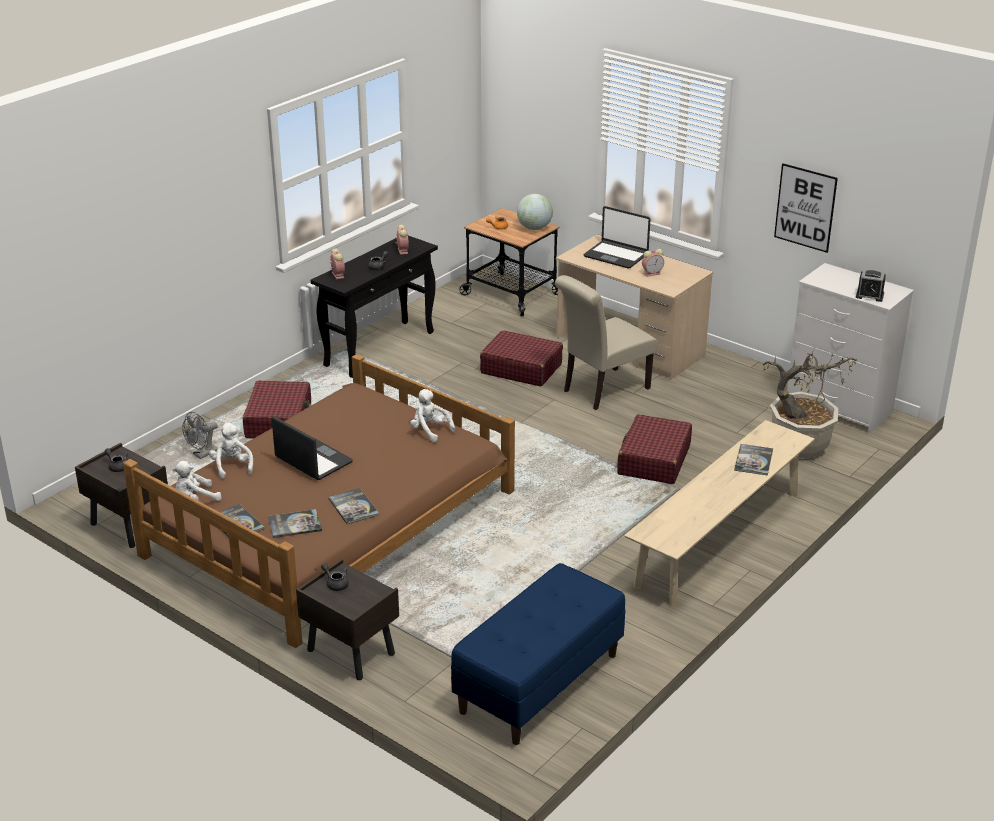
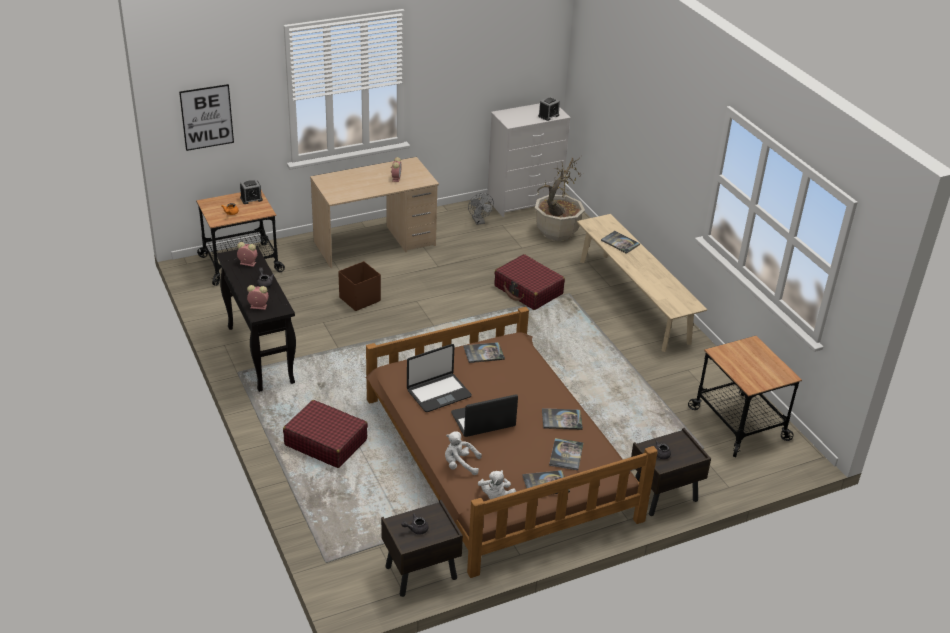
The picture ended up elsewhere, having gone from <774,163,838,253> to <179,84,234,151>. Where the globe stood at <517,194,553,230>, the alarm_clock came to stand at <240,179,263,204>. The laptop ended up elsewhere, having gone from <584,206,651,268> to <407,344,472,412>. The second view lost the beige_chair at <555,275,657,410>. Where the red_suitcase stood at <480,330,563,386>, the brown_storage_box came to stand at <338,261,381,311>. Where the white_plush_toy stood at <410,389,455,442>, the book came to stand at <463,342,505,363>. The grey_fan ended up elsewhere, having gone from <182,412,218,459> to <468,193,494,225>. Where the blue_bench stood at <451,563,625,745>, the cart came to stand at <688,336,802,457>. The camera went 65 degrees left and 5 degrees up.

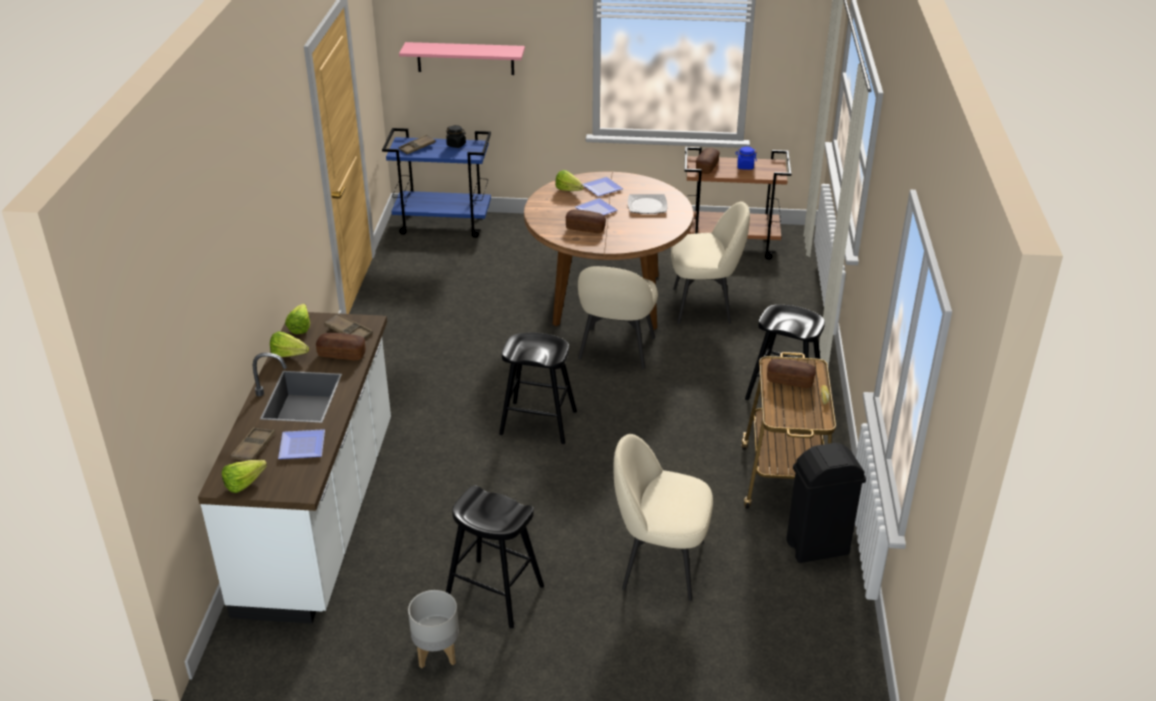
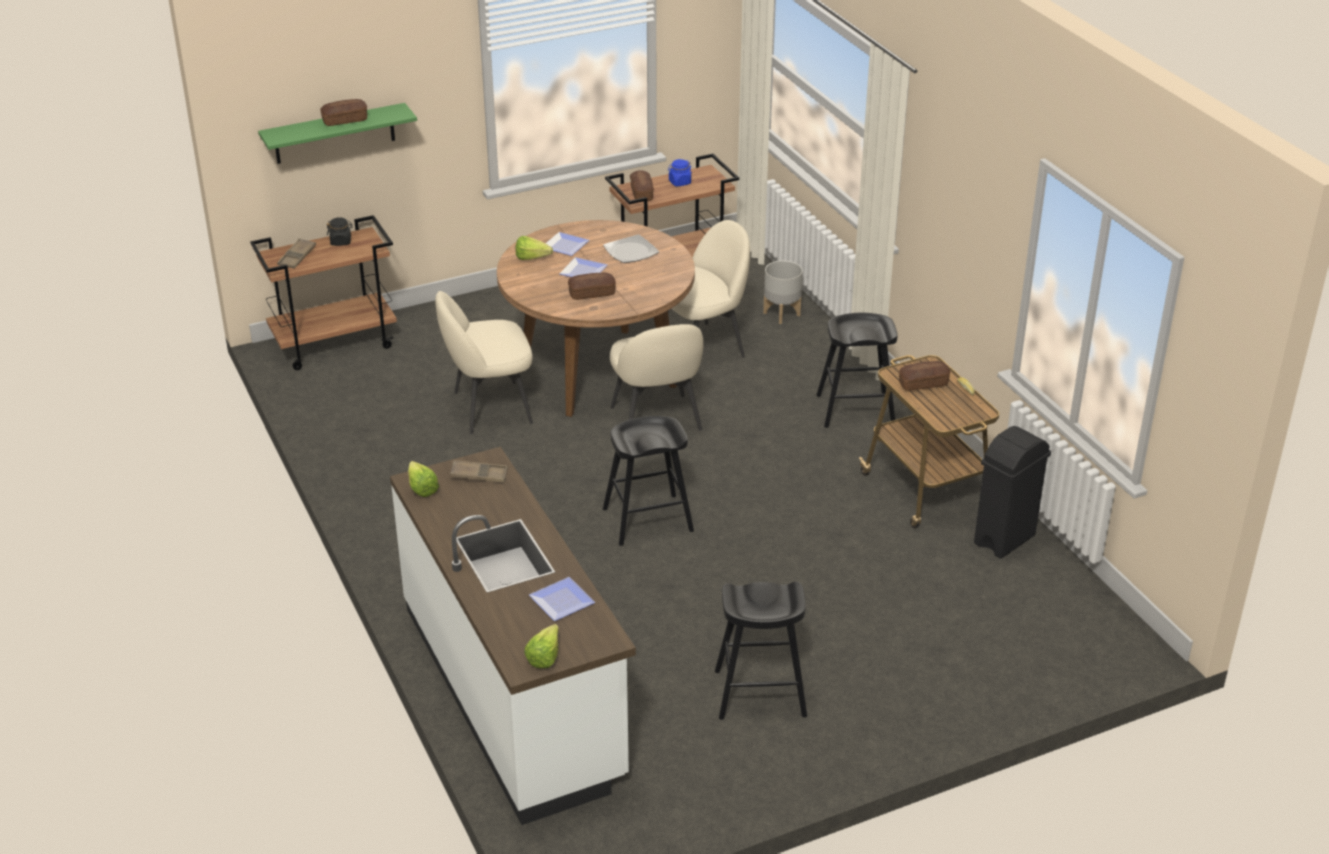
What was the pink_shelf at <399,42,525,75> turned into the green_shelf at <258,103,417,164>. What was the blue_cart at <382,128,491,238> turned into the brown_cart at <250,215,397,370>. The second view lost the lettuce at <270,331,309,357>. The bread ended up elsewhere, having gone from <316,333,366,360> to <320,99,367,126>. The second view lost the brown_tray at <230,427,275,461>. The beige_chair ended up elsewhere, having gone from <614,434,713,601> to <435,291,533,434>. The grey_planter ended up elsewhere, having gone from <408,590,459,668> to <763,260,803,324>. The camera went 30 degrees left and 0 degrees up.

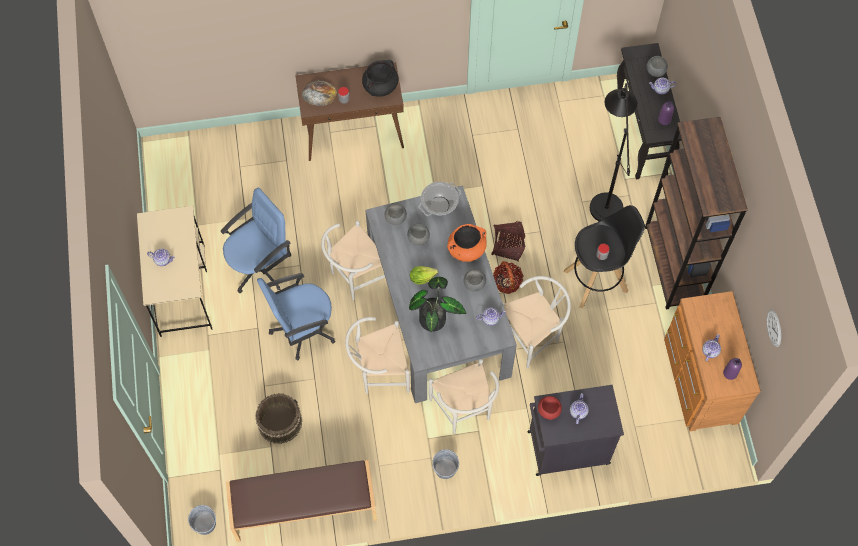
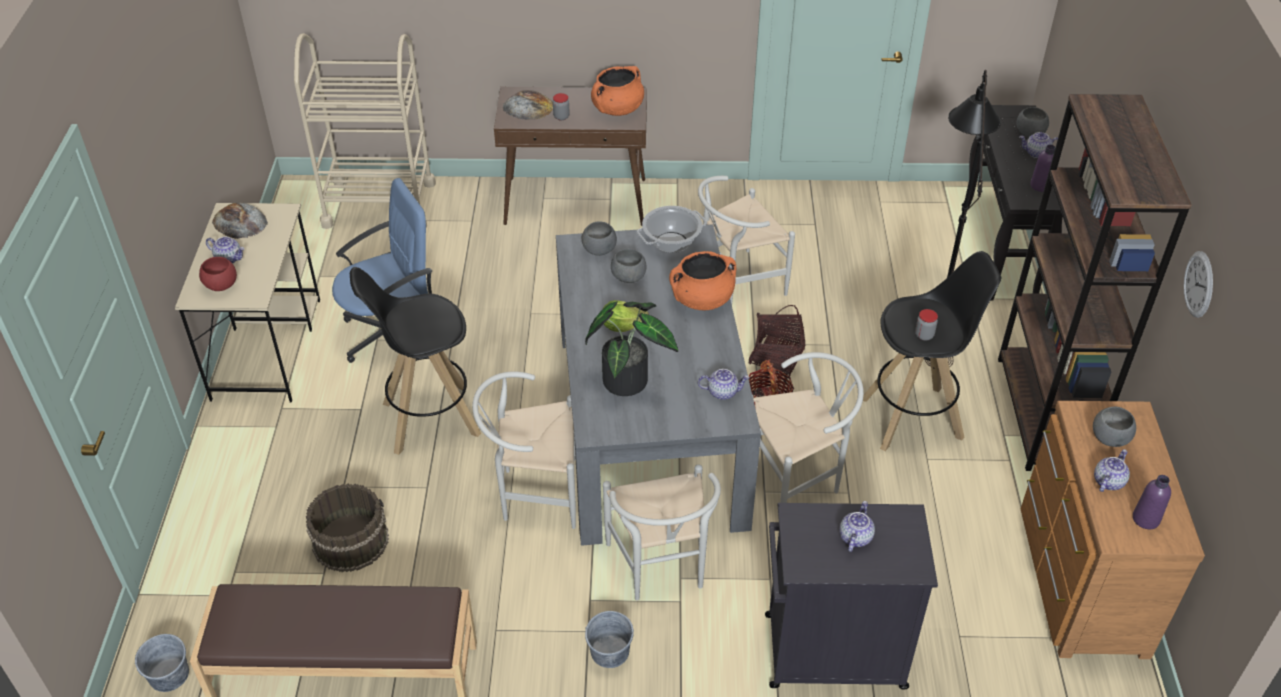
What was the black_cooking_pot at <362,60,398,97> turned into the orange_cooking_pot at <591,66,644,116>. The white_chair ended up elsewhere, having gone from <321,221,385,300> to <698,176,795,304>. The grey_bowl ended up elsewhere, having gone from <464,269,486,292> to <1093,407,1136,447>. Where the blue_office_chair stood at <257,273,335,360>, the black_stool came to stand at <350,267,481,455>. The wall_clock ended up elsewhere, having gone from <767,309,781,347> to <1184,251,1213,318>. The red_bowl ended up elsewhere, having gone from <538,396,562,420> to <199,257,237,291>. The second view gained the beige_cart at <294,33,436,229>. The second view gained the bread at <212,203,268,239>. The camera went 10 degrees right and 20 degrees down.

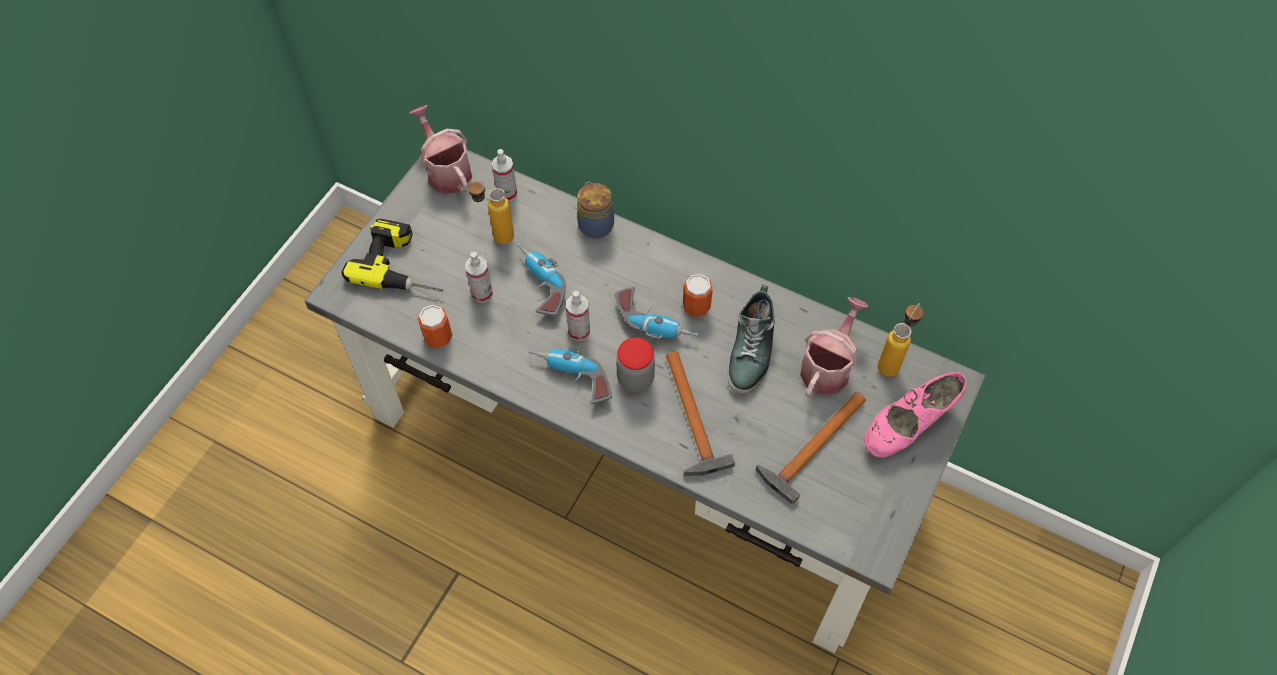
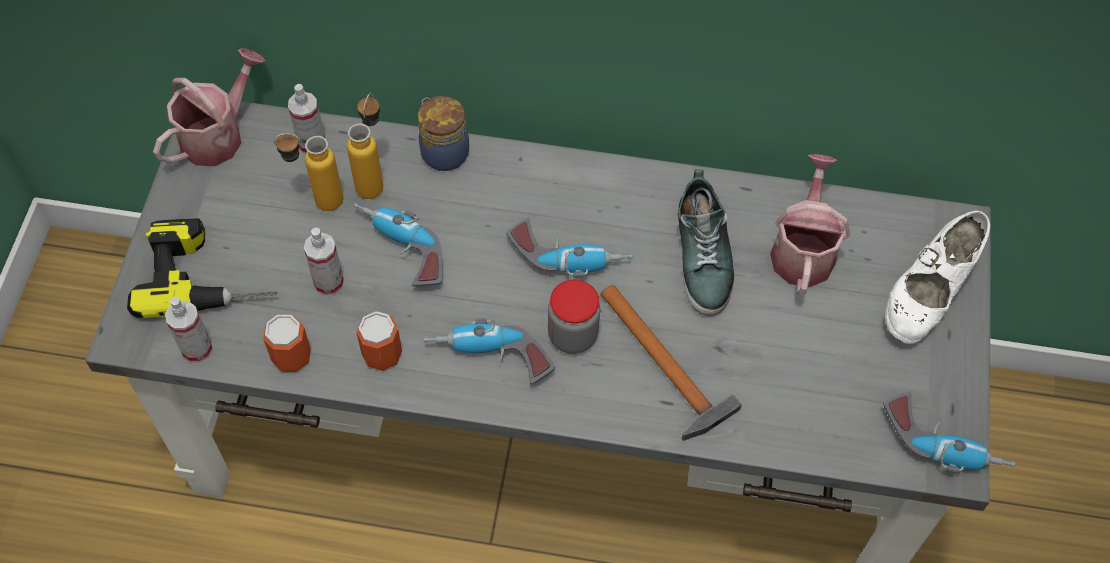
The watering_can at <409,105,472,193> ended up facing another way, 90 degrees clockwise from before. The can ended up elsewhere, having gone from <683,274,713,317> to <356,311,402,371>. The spray_bottle ended up elsewhere, having gone from <566,291,590,341> to <165,297,213,363>. The bottle ended up elsewhere, having gone from <877,303,923,377> to <347,93,383,199>. What was the pink_shoe at <864,372,967,458> turned into the white_shoe at <885,211,990,344>. The second view lost the hammer at <756,392,866,505>. The second view gained the power_drill at <883,392,1016,473>. The camera went 20 degrees left and 0 degrees up.

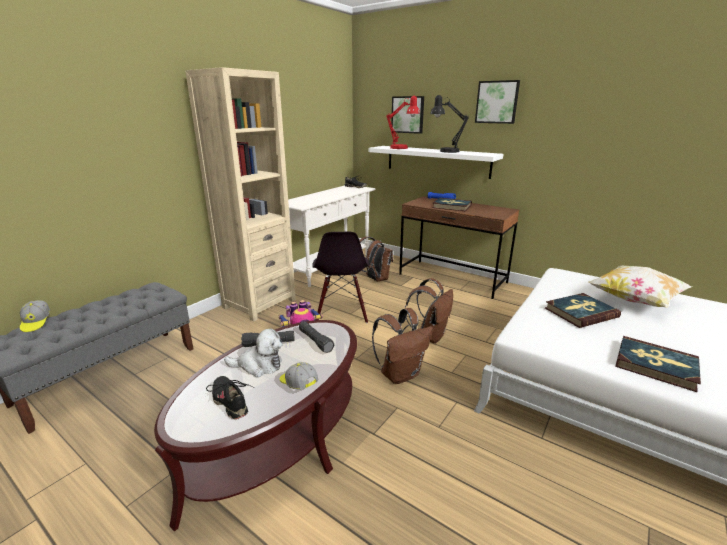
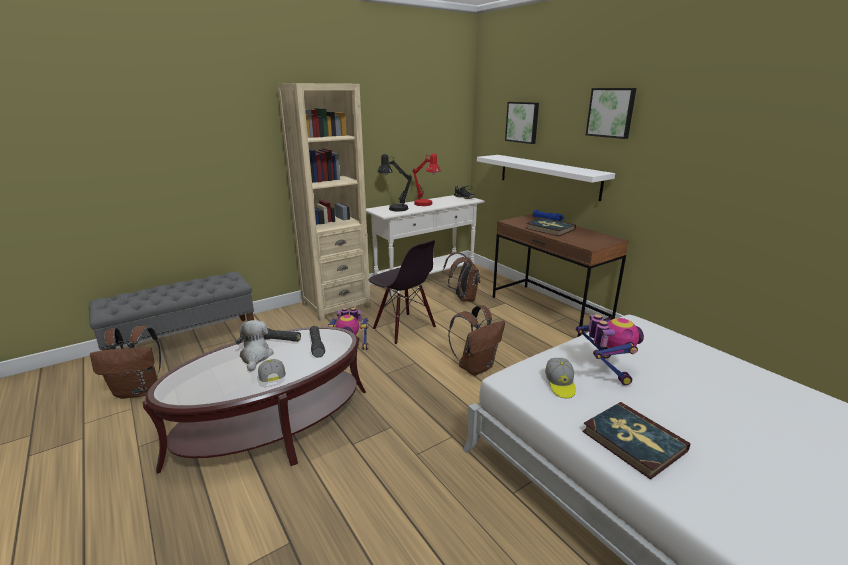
The black_table_lamp ended up elsewhere, having gone from <430,95,469,153> to <378,154,412,212>. The red_table_lamp ended up elsewhere, having gone from <386,96,420,149> to <412,153,441,206>. The black_chair at <312,232,369,323> ended up facing another way, 60 degrees counterclockwise from before. The second view lost the pillow at <588,266,692,308>. Where the book stood at <545,293,621,328>, the toy_robot came to stand at <576,314,644,385>. The cap ended up elsewhere, having gone from <20,300,50,332> to <545,358,576,398>. The brown_backpack ended up elsewhere, having gone from <372,308,433,384> to <90,325,161,399>. The plush_toy at <224,329,283,377> ended up facing another way, 120 degrees counterclockwise from before. The second view lost the black_shoe at <206,376,254,419>. The camera went 20 degrees right and 0 degrees up.

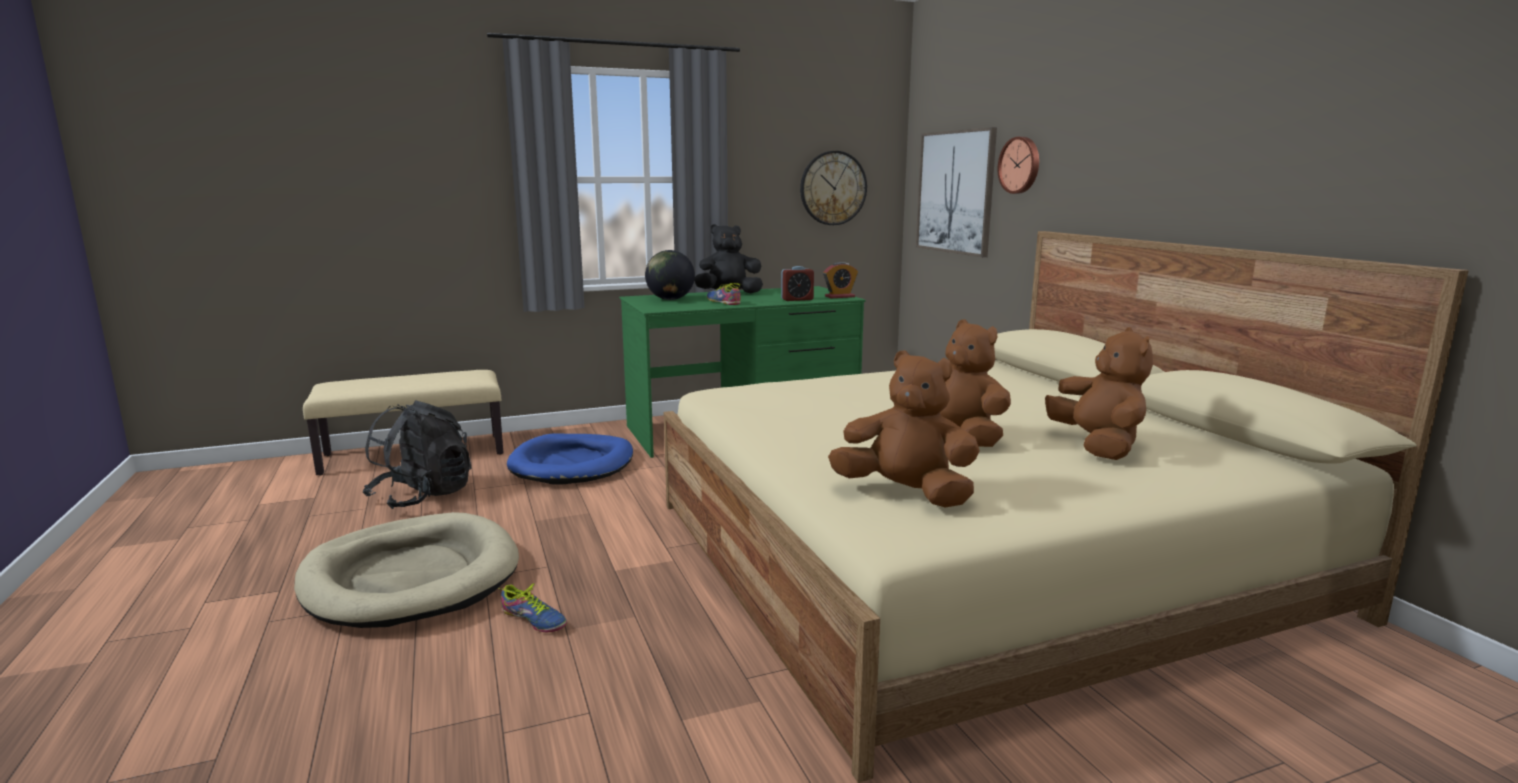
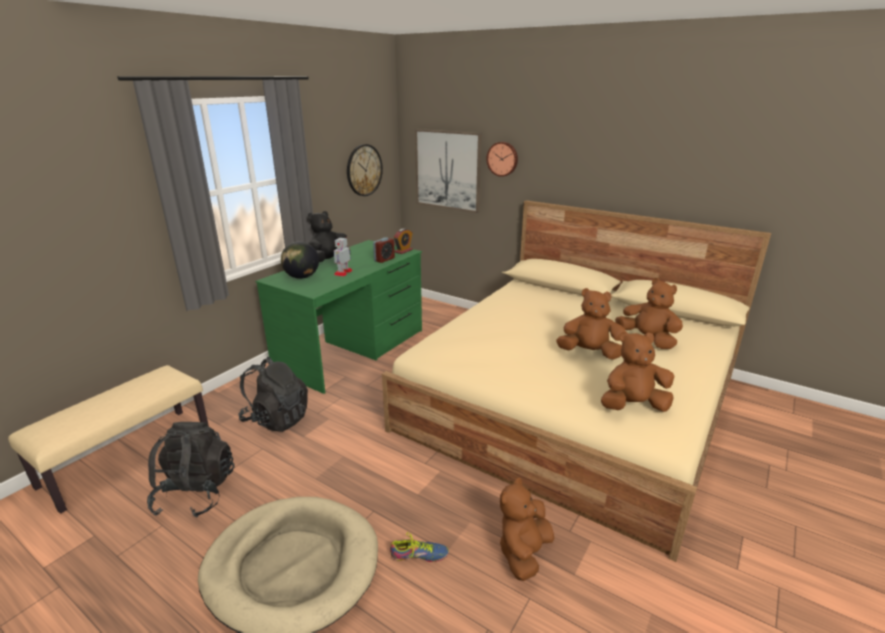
Where the shoe stood at <707,283,741,305>, the toy_robot came to stand at <334,237,353,276>. Where the blue_dog_bed stood at <507,433,633,485>, the black_backpack came to stand at <238,357,308,432>. The second view gained the brown_plush_toy at <500,478,554,581>. The camera went 35 degrees left and 10 degrees up.

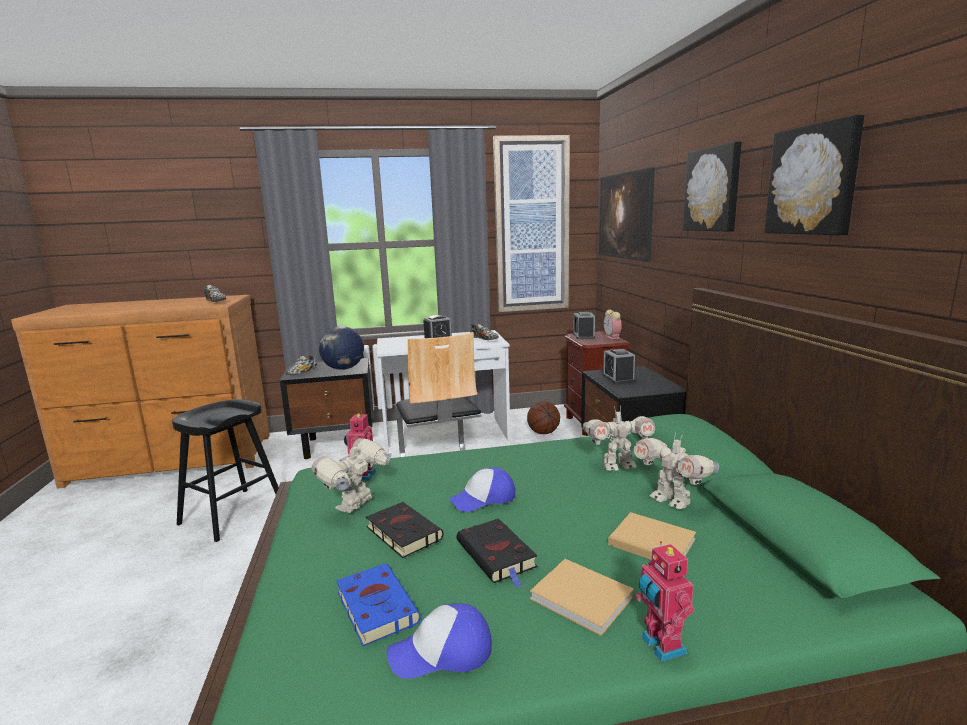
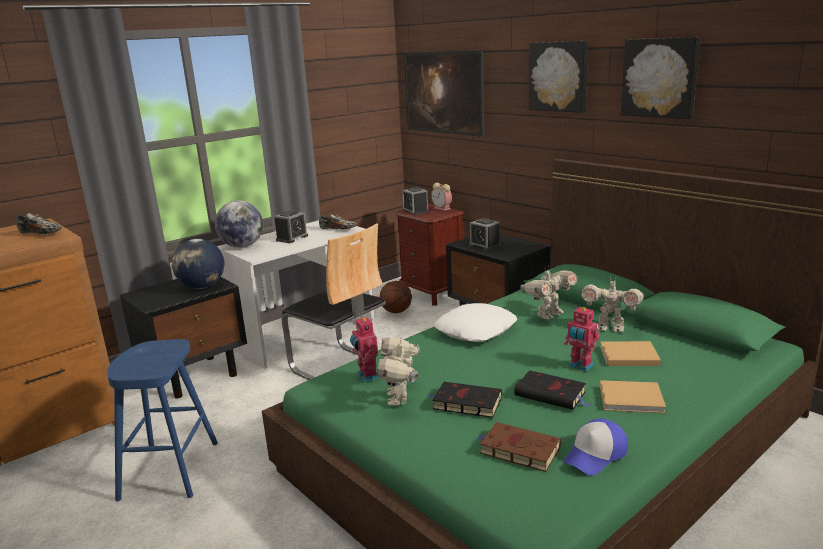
The second view lost the picture at <493,135,570,312>. The second view lost the shoe at <286,355,318,375>. What was the black_stool at <172,399,279,542> turned into the blue_stool at <107,339,218,501>. The second view lost the cap at <449,467,515,512>. The toy_robot ended up elsewhere, having gone from <636,541,695,662> to <564,306,600,372>. What was the blue_book at <336,563,421,646> turned into the brown_book at <477,422,561,472>. The second view gained the globe at <215,200,263,248>. The second view gained the white_pillow at <434,303,517,342>. The camera went 30 degrees left and 5 degrees up.

